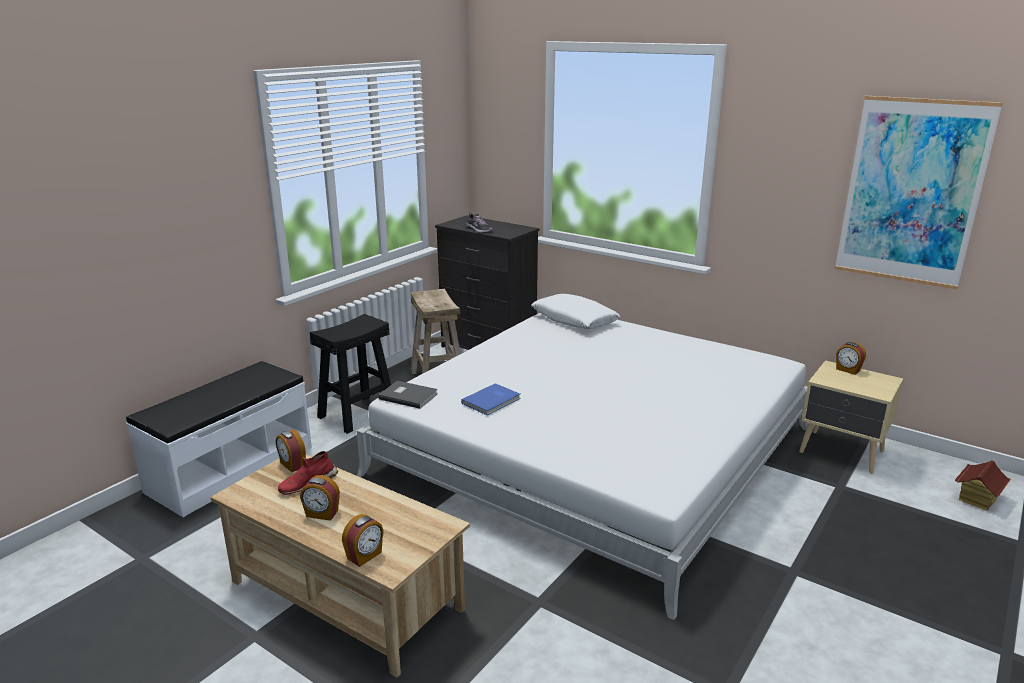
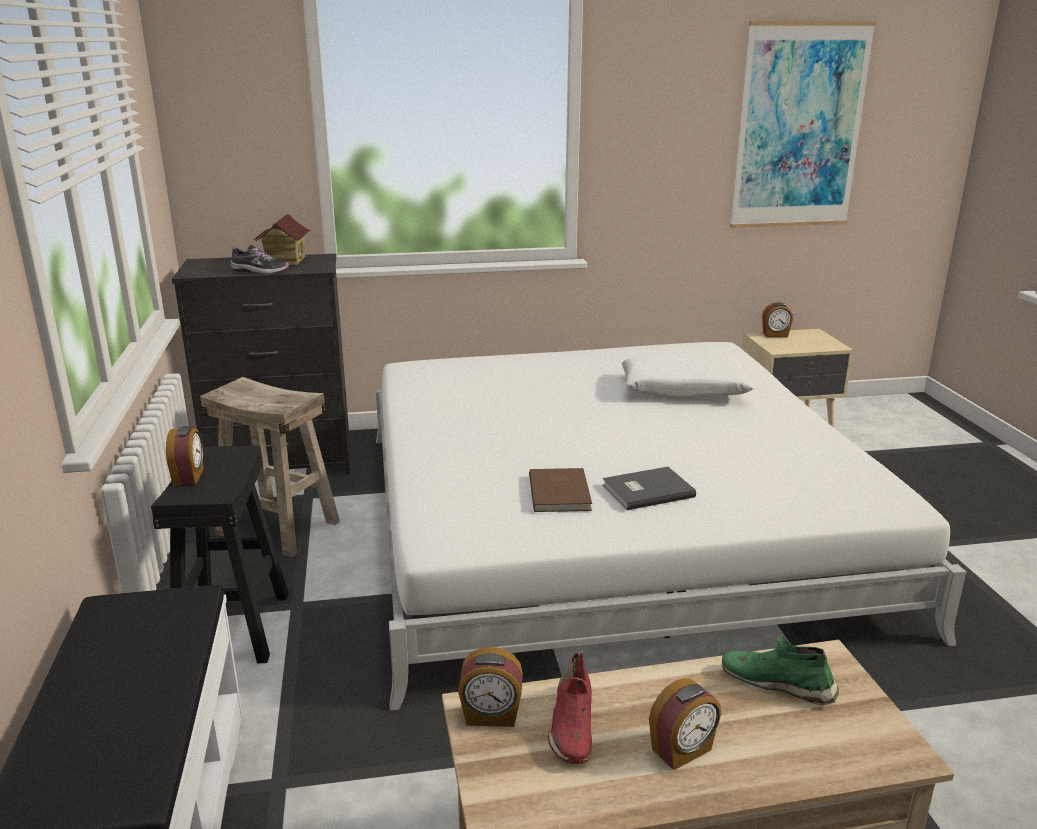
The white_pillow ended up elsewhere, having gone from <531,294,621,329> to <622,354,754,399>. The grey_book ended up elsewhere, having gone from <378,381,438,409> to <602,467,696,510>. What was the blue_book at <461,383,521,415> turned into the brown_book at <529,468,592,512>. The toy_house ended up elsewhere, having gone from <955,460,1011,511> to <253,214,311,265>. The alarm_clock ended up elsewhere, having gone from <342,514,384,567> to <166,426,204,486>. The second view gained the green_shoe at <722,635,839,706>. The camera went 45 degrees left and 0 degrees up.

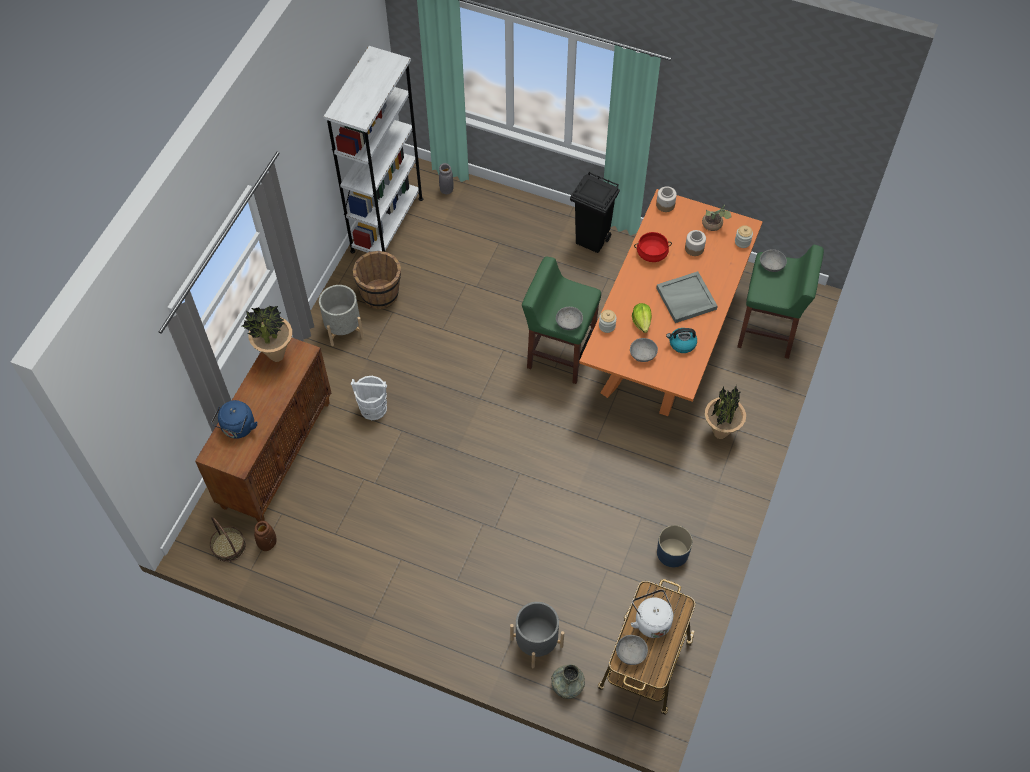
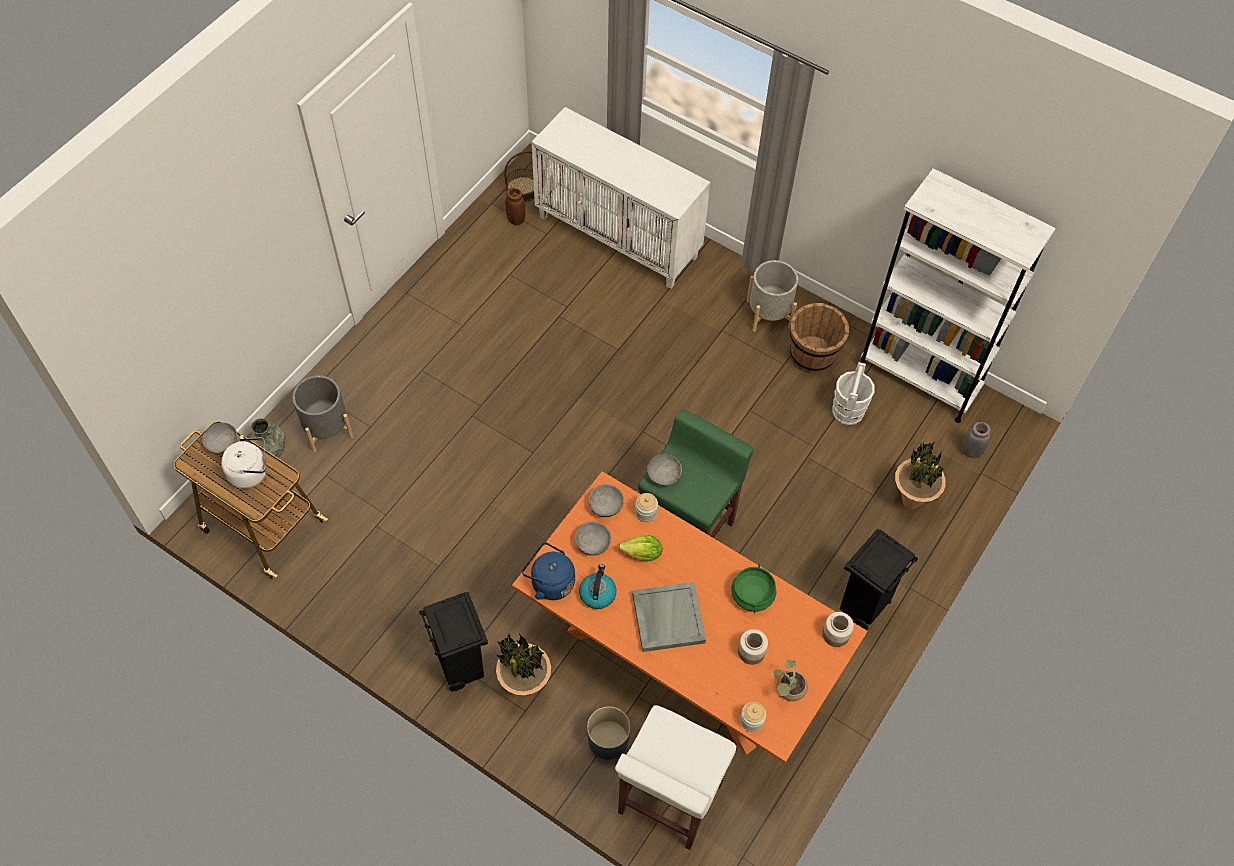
What was the red_cooking_pot at <634,232,672,262> turned into the green_cooking_pot at <731,564,777,614>. What was the green_stool at <737,245,824,359> turned into the white_stool at <615,705,736,850>. The grey_bowl ended up elsewhere, having gone from <760,249,787,272> to <588,484,624,517>. The potted_plant ended up elsewhere, having gone from <242,306,292,362> to <895,442,946,509>. What was the brown_cabinet at <195,338,331,522> turned into the white_cabinet at <532,107,710,289>. The white_bucket ended up elsewhere, having gone from <351,376,387,420> to <832,362,875,425>. The blue_kettle ended up elsewhere, having gone from <211,400,257,439> to <522,542,575,600>. The blue_planter ended up elsewhere, having gone from <657,525,693,567> to <587,706,631,760>. The second view gained the black_trash_can at <419,592,488,692>. The camera went 100 degrees right and 0 degrees up.

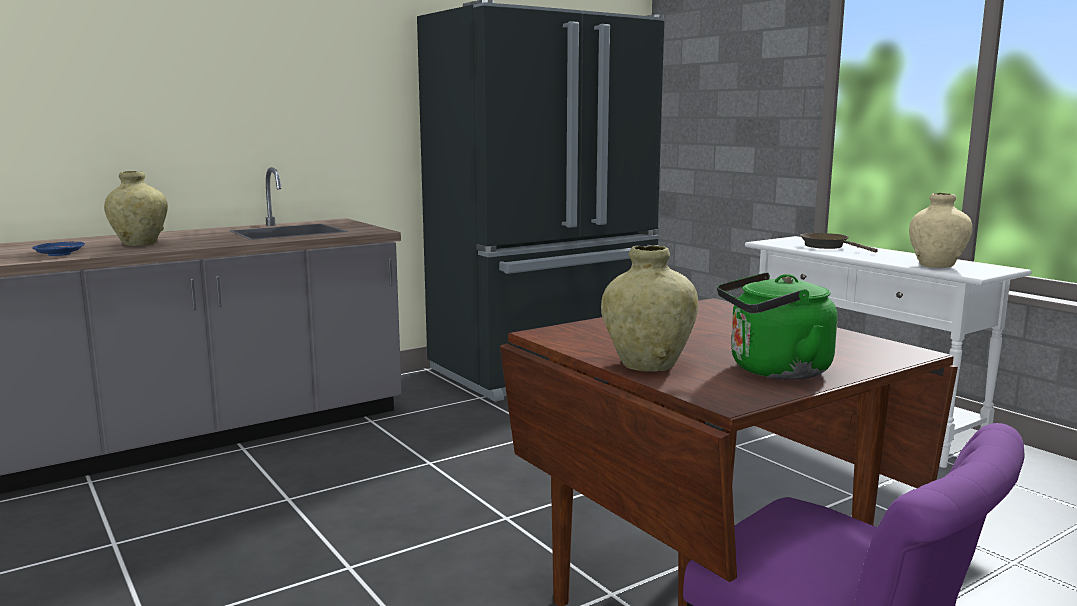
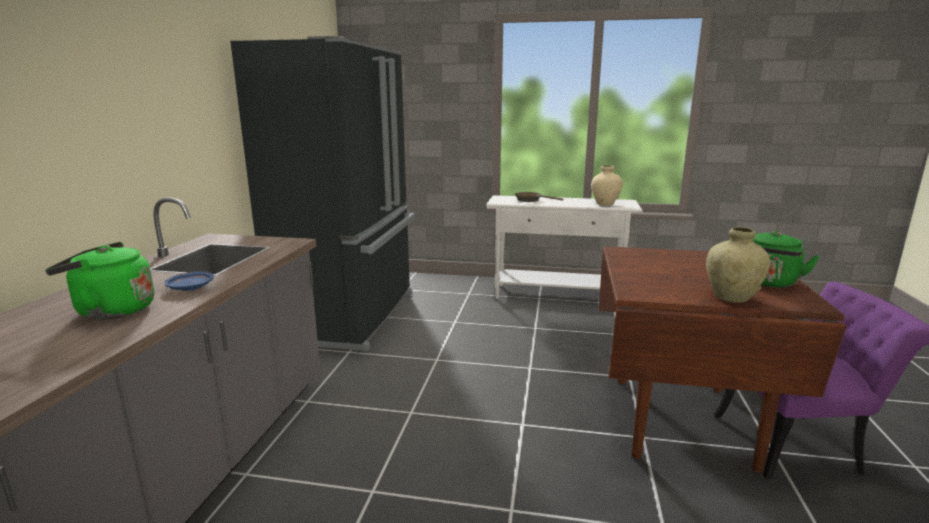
Where the beige_vase stood at <104,171,168,246>, the green_kettle came to stand at <45,242,154,320>. The blue_plate ended up elsewhere, having gone from <32,242,85,256> to <164,271,214,291>. The camera went 45 degrees left and 5 degrees up.

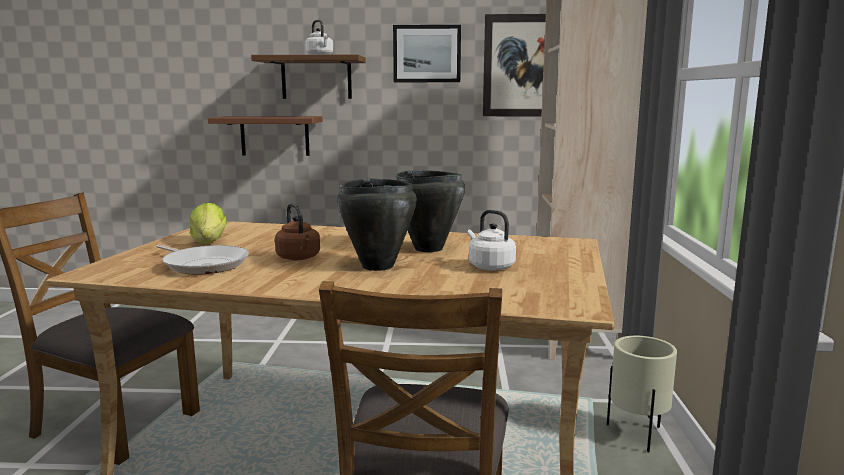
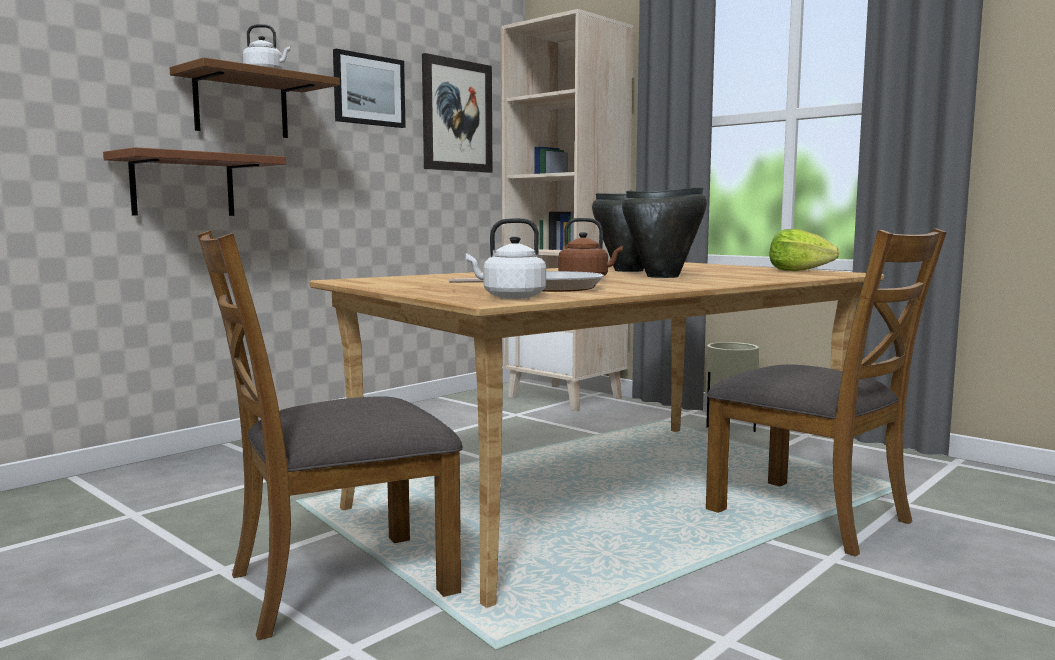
The lettuce ended up elsewhere, having gone from <190,203,227,244> to <769,229,839,271>. The white_kettle ended up elsewhere, having gone from <467,210,516,271> to <466,218,546,299>. The camera went 50 degrees left and 5 degrees down.

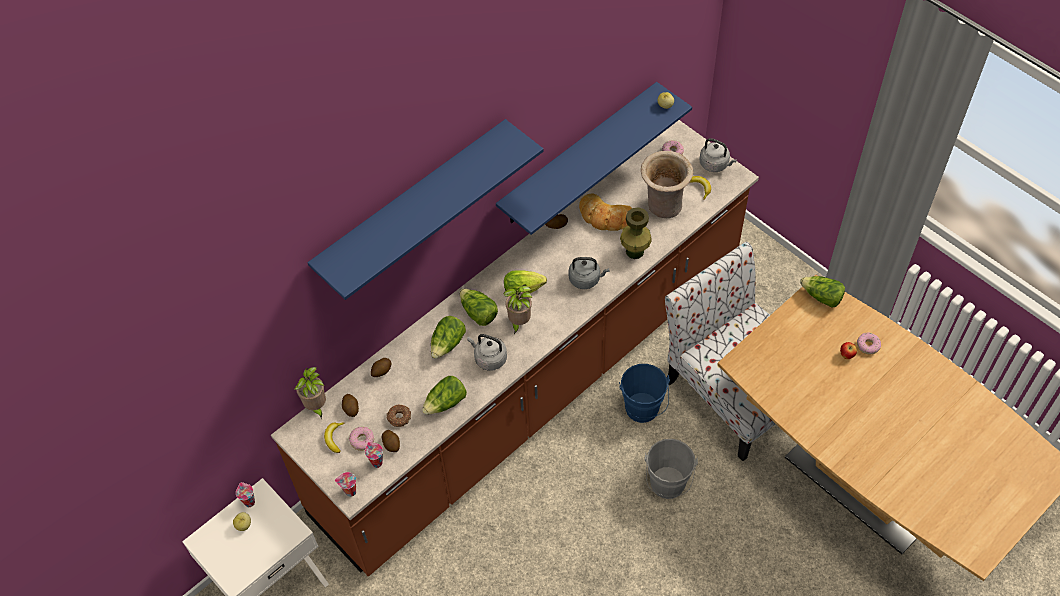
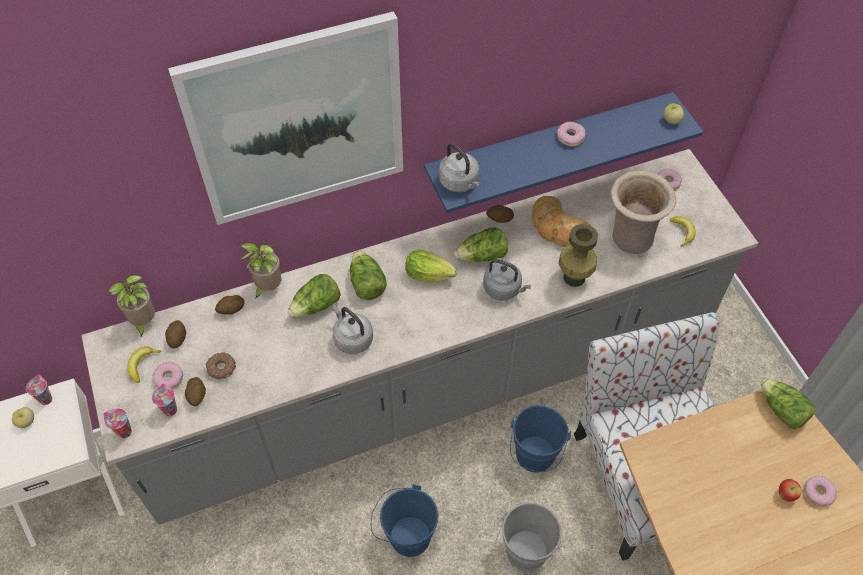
Where the blue_shelf hung at <307,119,544,300>, the picture came to hang at <168,11,403,225>. What was the brown_counter at <271,120,759,577> turned into the grey_counter at <81,149,758,525>. The grey_kettle ended up elsewhere, having gone from <700,138,737,172> to <439,143,480,192>. The potted_plant ended up elsewhere, having gone from <503,284,532,334> to <240,243,281,299>. The lettuce ended up elsewhere, having gone from <422,376,467,415> to <454,227,508,262>. The second view gained the donut at <557,122,586,147>. The second view gained the blue_bucket at <371,484,439,557>. The camera went 20 degrees right and 0 degrees up.

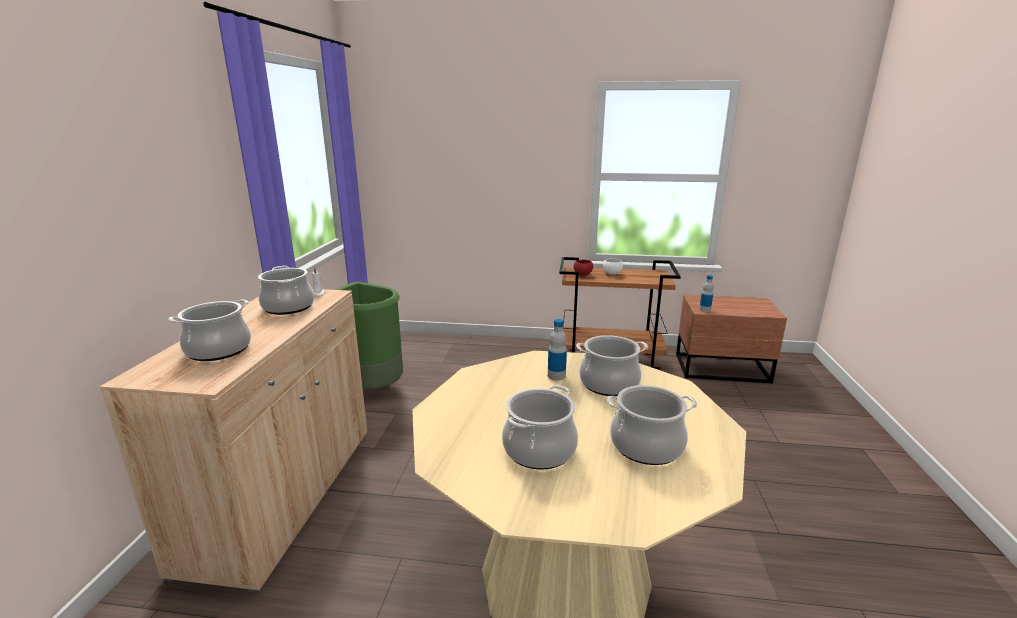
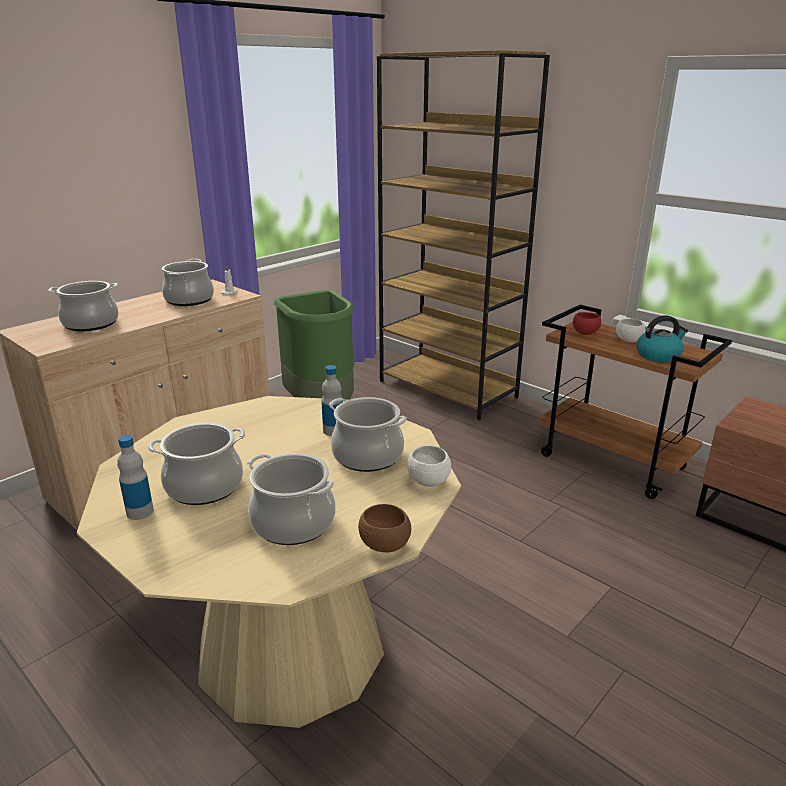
The bottle ended up elsewhere, having gone from <699,275,714,312> to <117,435,154,520>. The second view gained the brown_bookcase at <377,50,550,421>. The second view gained the kettle at <636,315,688,362>. The second view gained the white_bowl at <407,445,451,487>. The second view gained the brown_bowl at <358,504,411,552>. The camera went 35 degrees right and 5 degrees up.

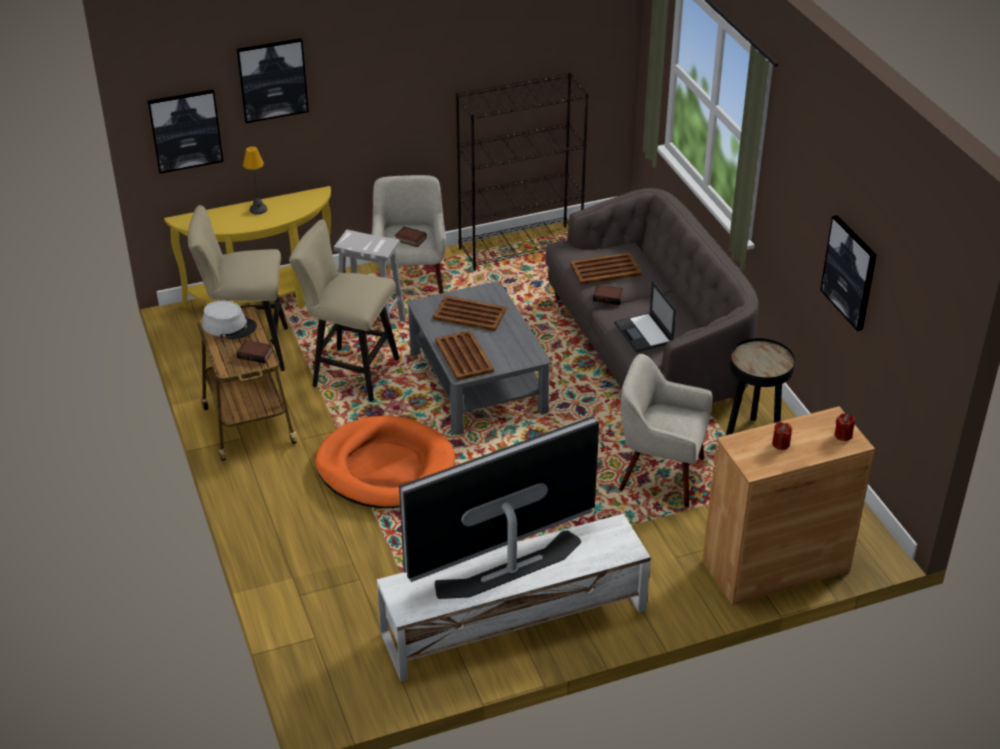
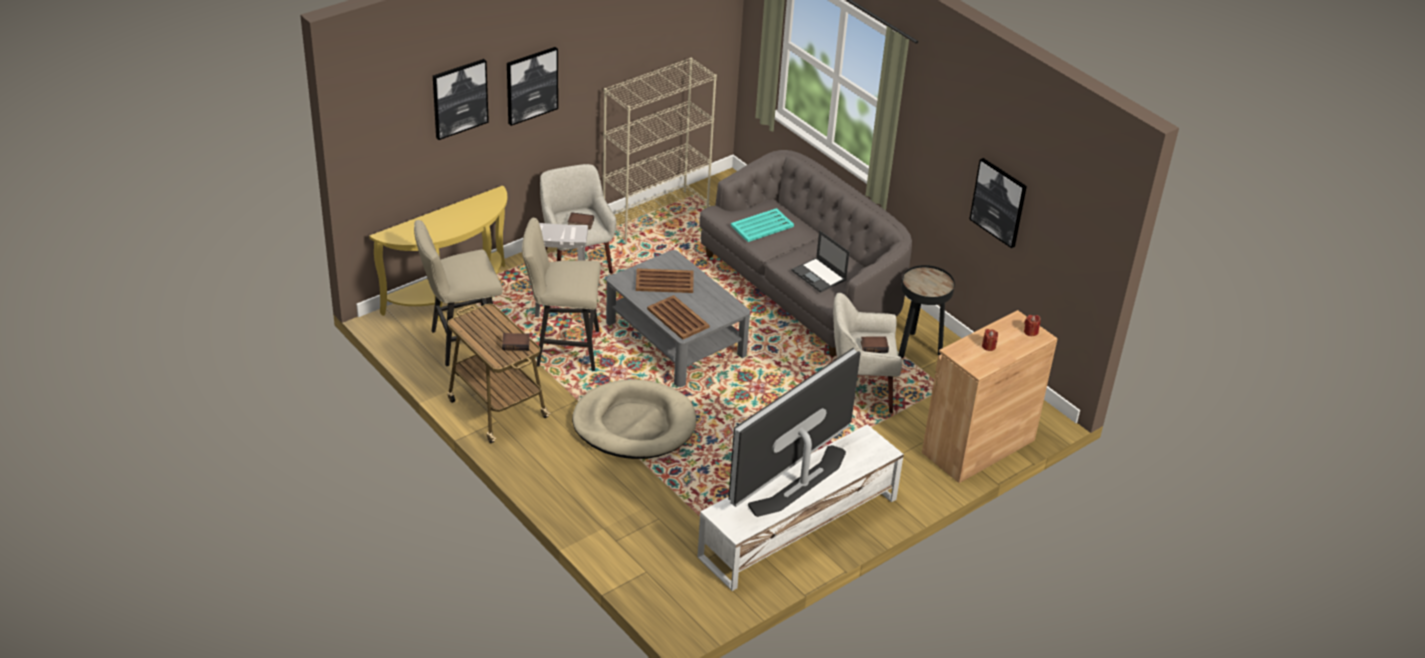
What was the black_bookcase at <456,72,589,271> turned into the beige_bookcase at <603,57,717,243>. The picture ended up elsewhere, having gone from <148,90,223,174> to <507,47,558,126>. The second view lost the table_lamp at <243,146,267,215>. What was the brown_tray at <570,252,642,285> turned into the turquoise_tray at <731,208,794,242>. The book ended up elsewhere, having gone from <593,285,624,305> to <861,336,889,353>. The second view lost the grey_hat at <202,301,257,339>. What was the orange_dog_bed at <315,416,455,508> turned into the beige_dog_bed at <572,379,696,459>. The camera went 20 degrees left and 0 degrees up.

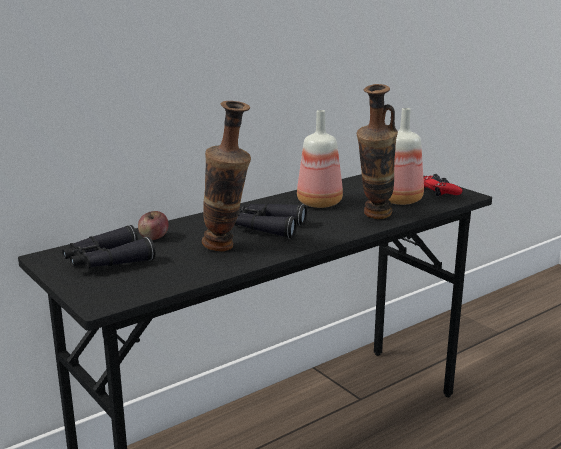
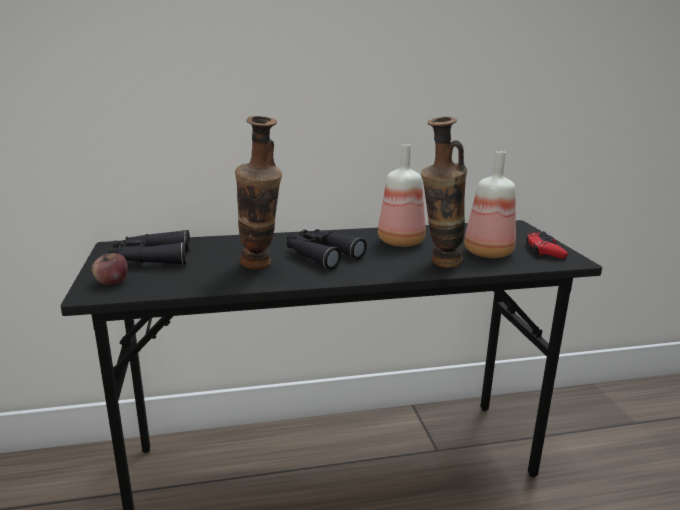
The apple ended up elsewhere, having gone from <138,211,169,240> to <92,253,128,285>. The camera went 25 degrees right and 0 degrees up.

